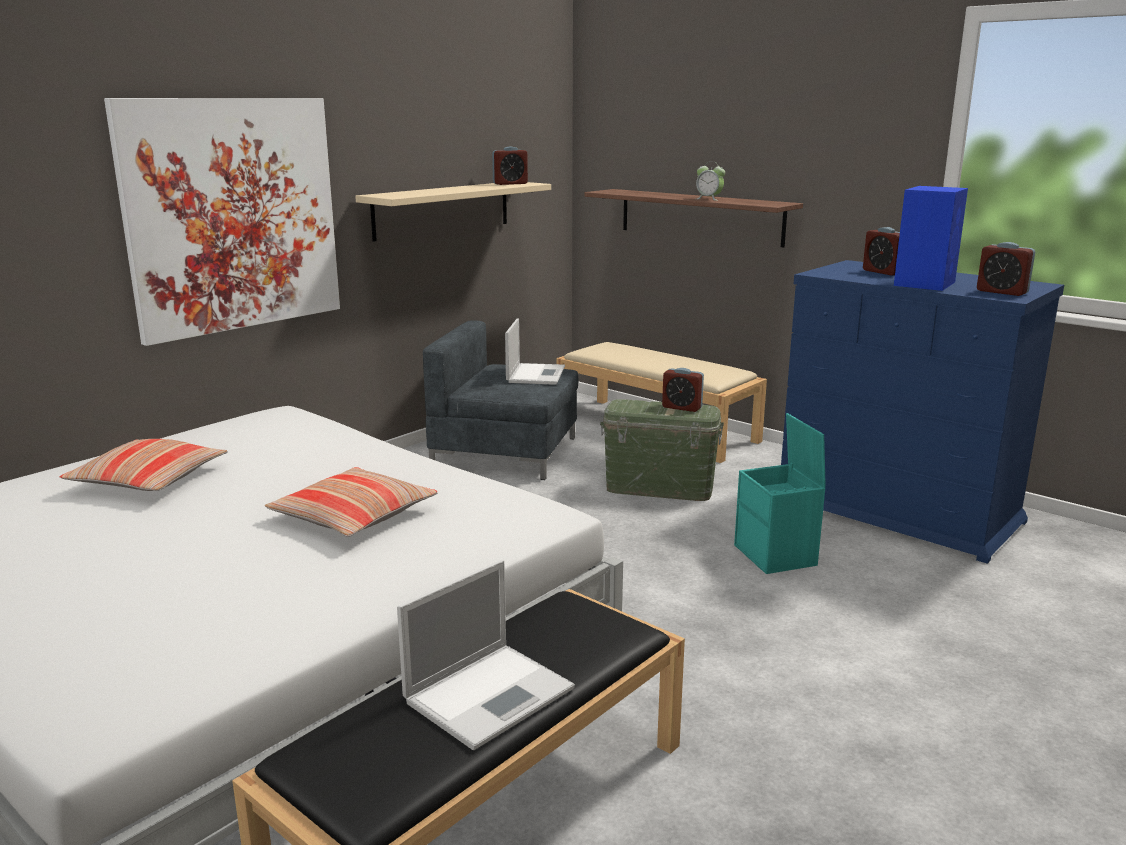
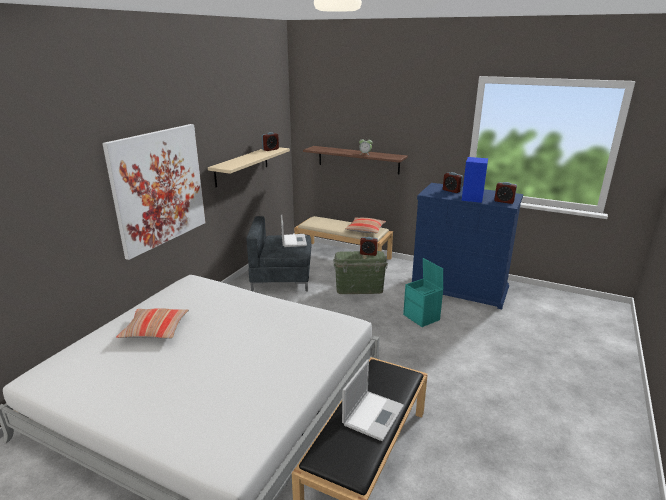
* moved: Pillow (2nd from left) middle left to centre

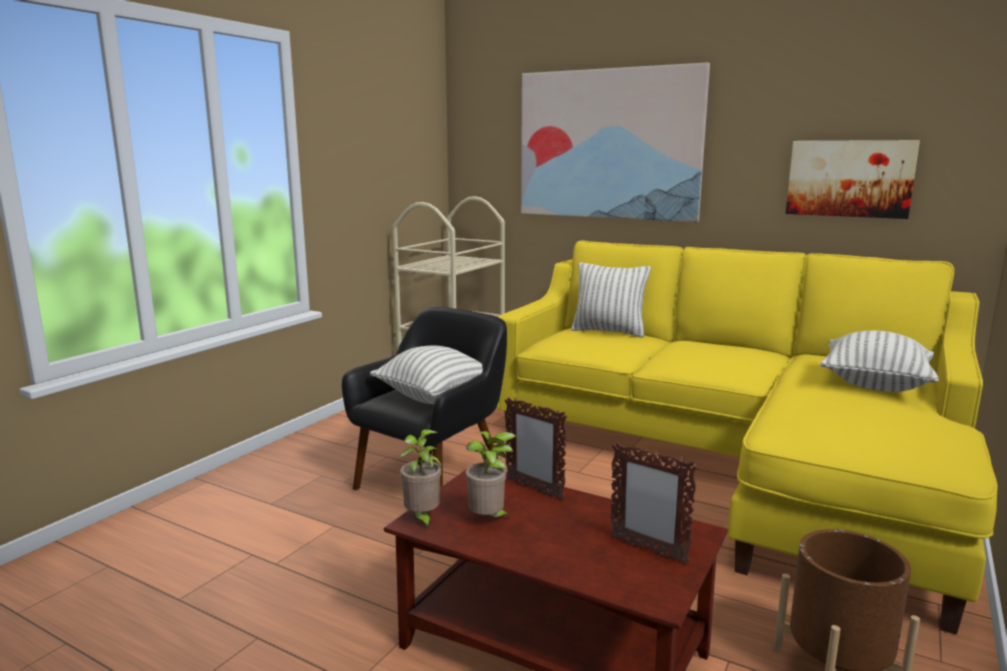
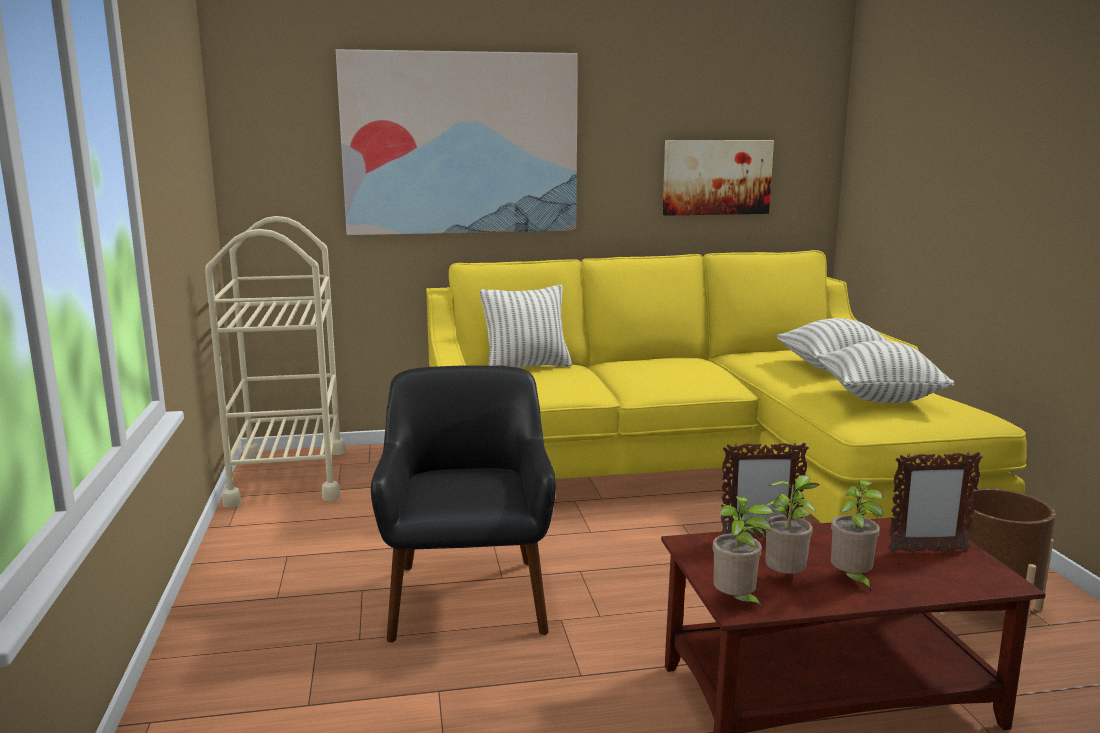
* moved: Pillow (1st from left in the first image) centre to Pillow (3rd from left) middle right
* added: PlantInAPot (3rd from left) bottom right

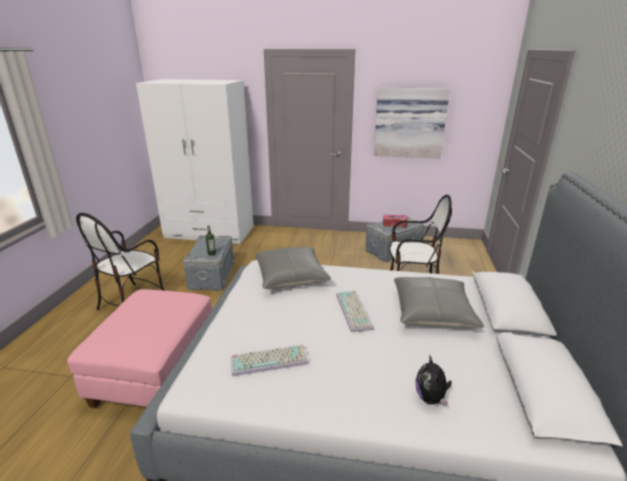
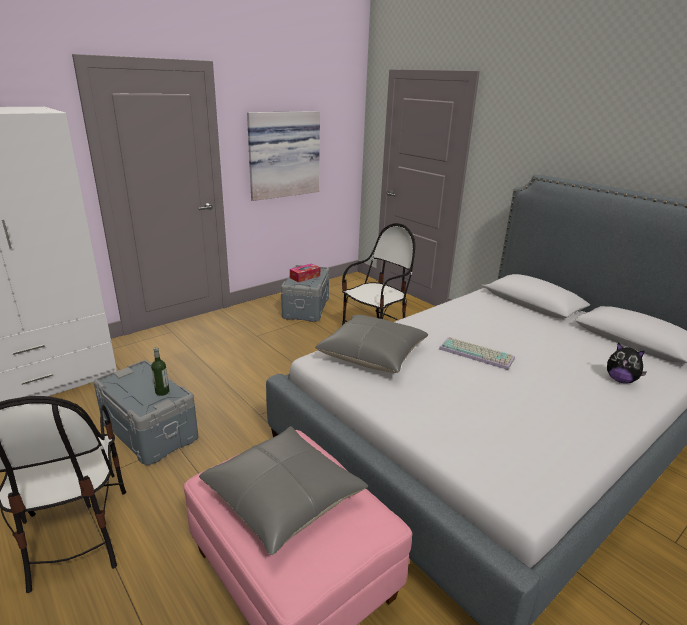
* moved: GreyPillow (2nd from left in the first image) middle right to GreyPillow (1st from left) bottom centre
* removed: ComputerKeyboard (1st from left) bottom centre

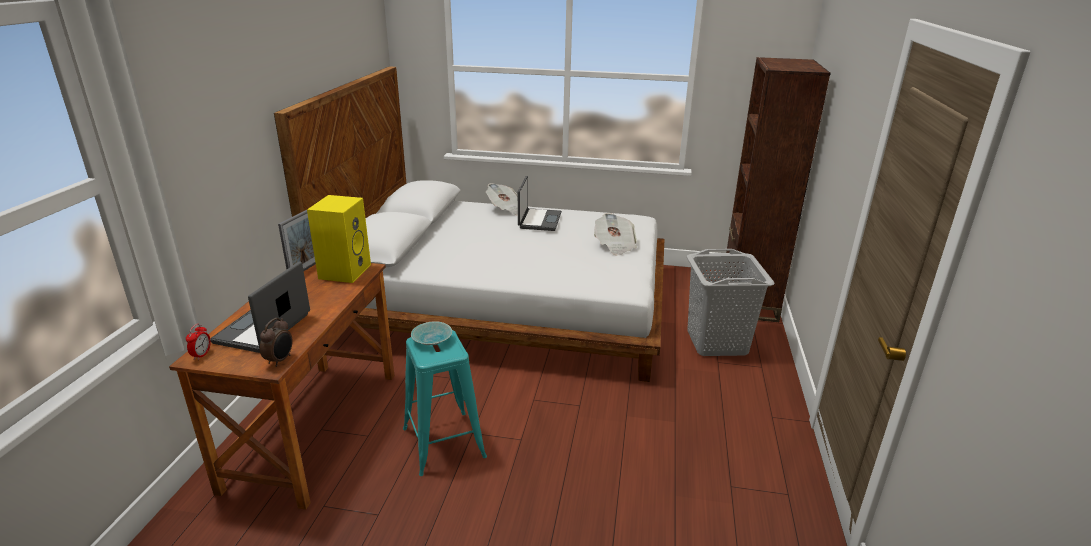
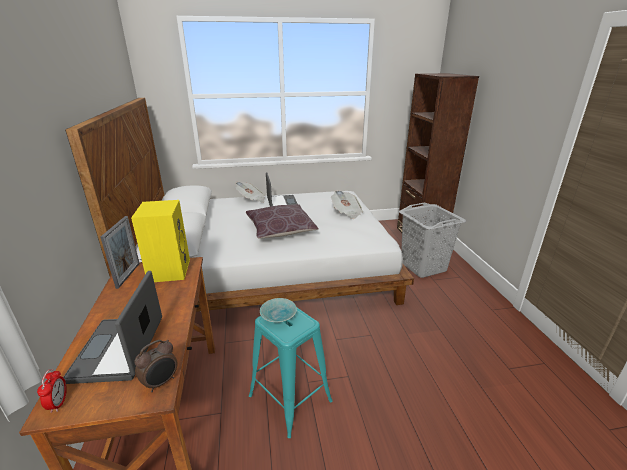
* turned: TableClock (2nd from left) middle left = bottom left 45 degrees clockwise
* added: BrownPillow centre

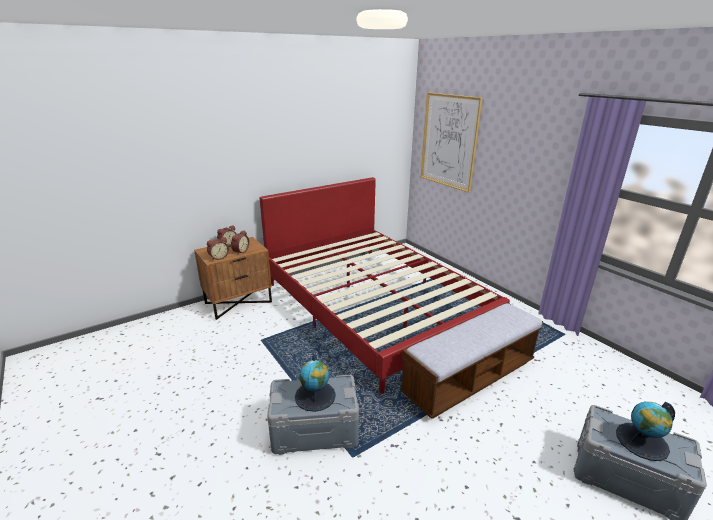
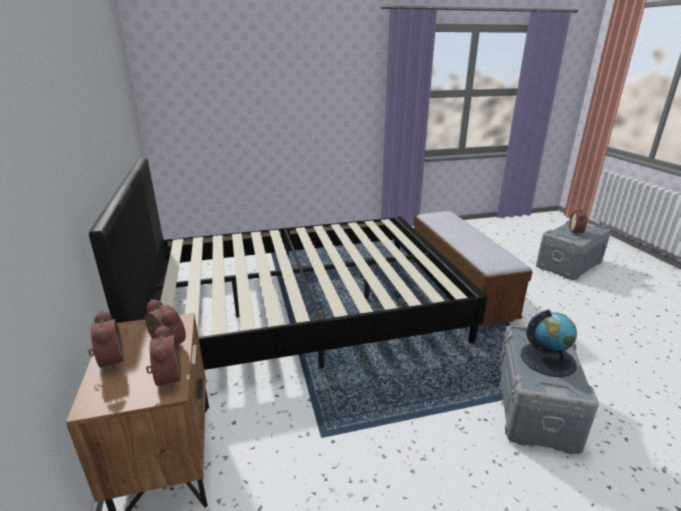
* recoloured: ReddishBedroomBed centre to BlackishBedroomBed centre
* replaced: Globe (2nd from left) bottom right to TableClock (4th from left) middle right
* removed: Picture top centre

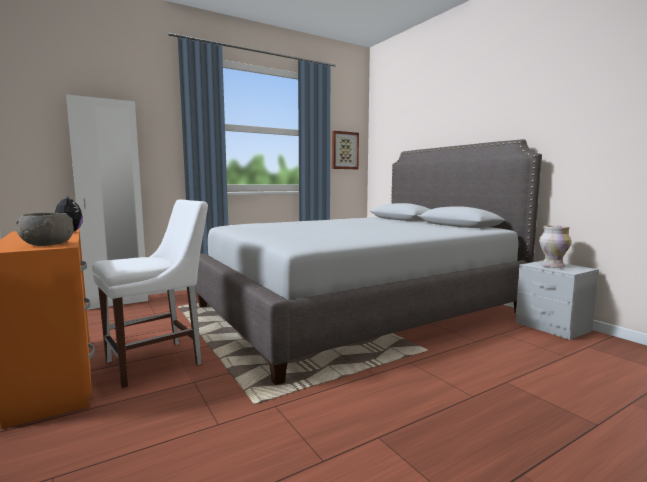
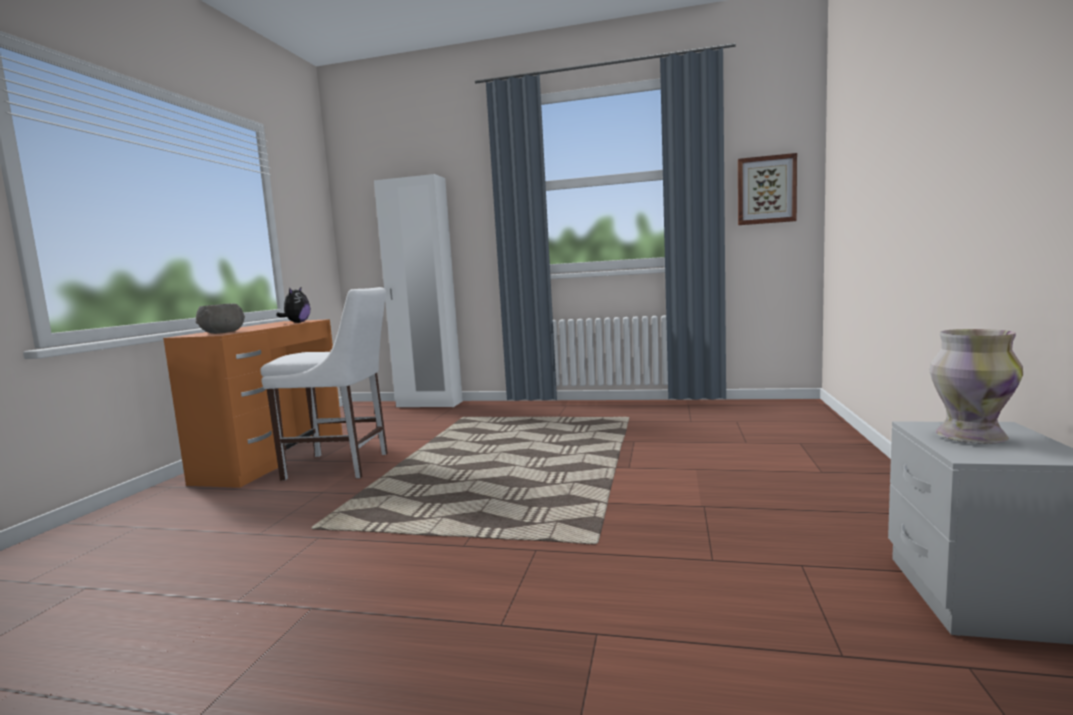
* removed: GreyBedroomBed centre

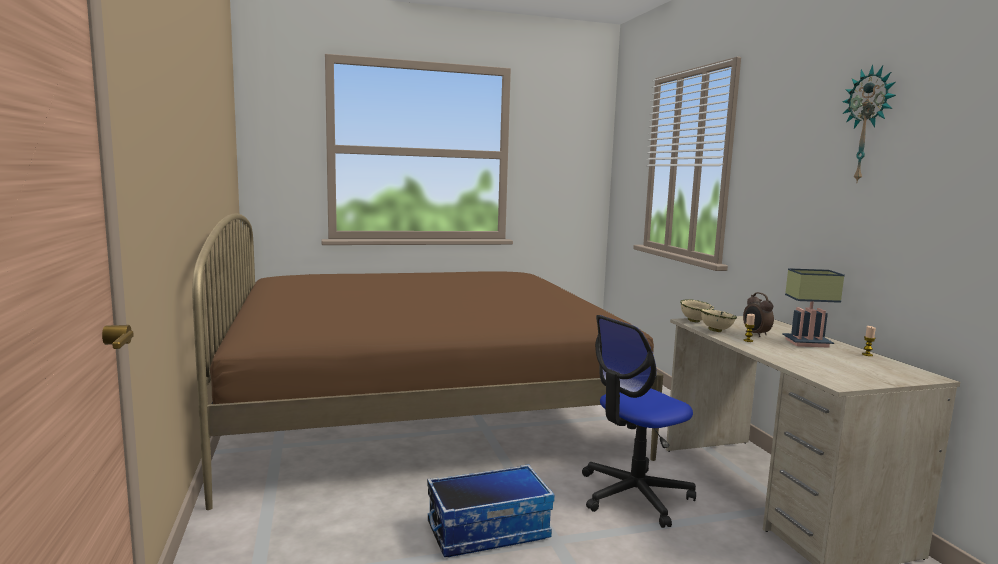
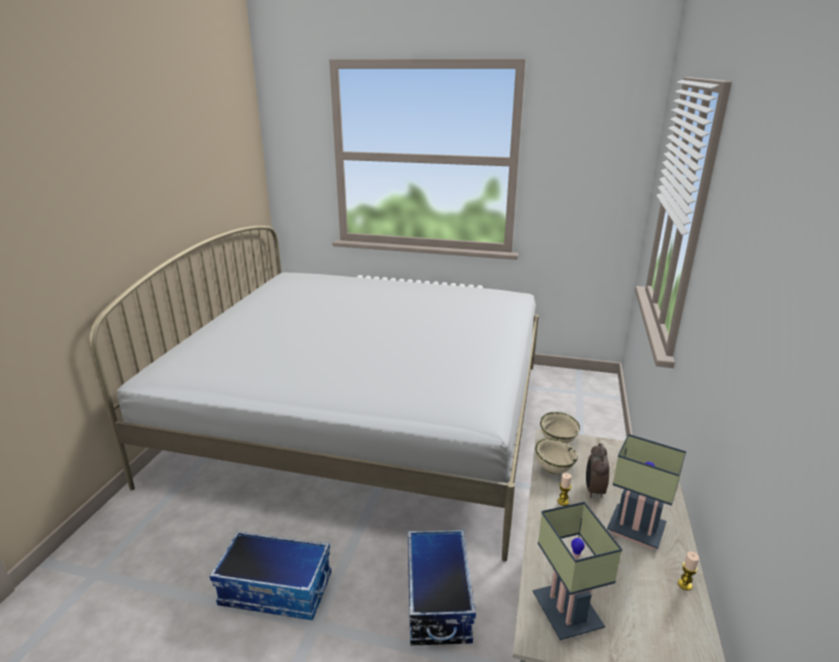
* recoloured: BrownBedroomBed centre to WhiteColouredBedroomBed centre
* replaced: ComputerChair bottom centre to StorageBox (2nd from left) bottom centre
* added: TabletopLamp (1st from left) bottom right
* removed: ClockOnTheWall top right

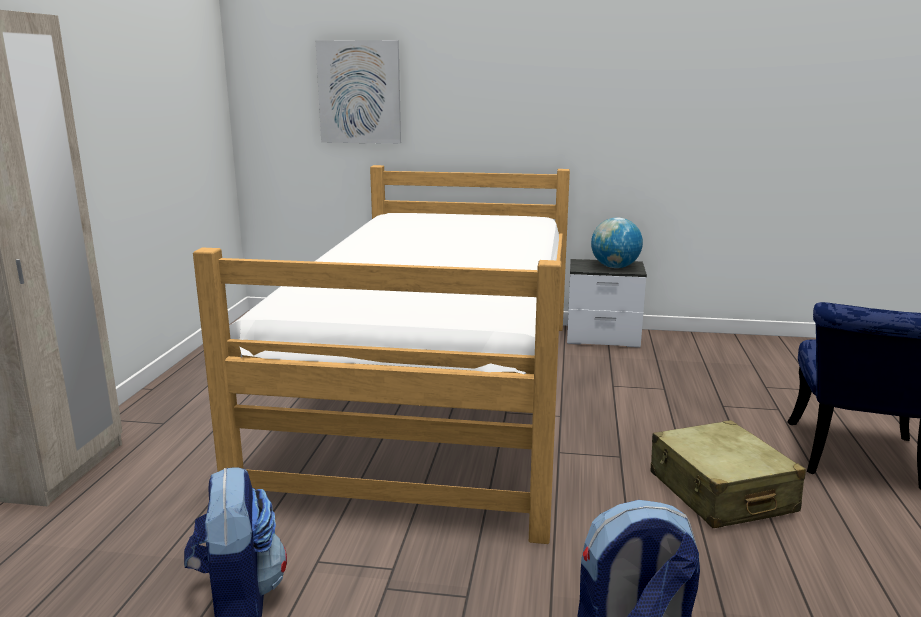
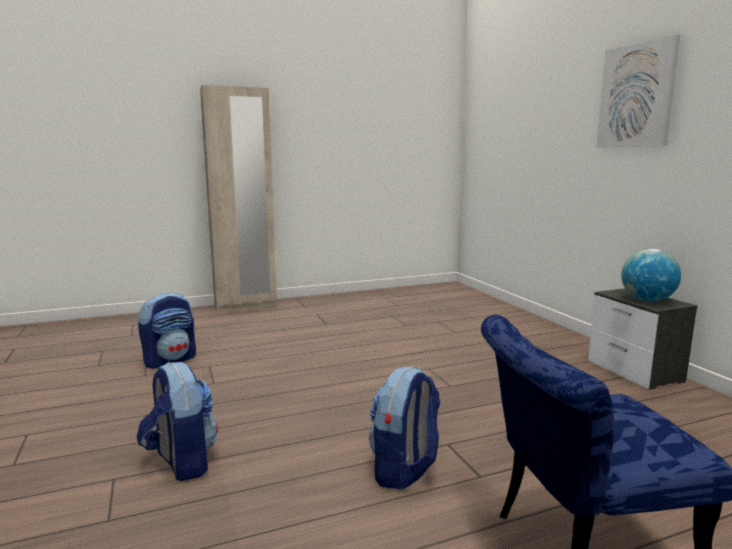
* replaced: SandColouredPieceOfLuggage bottom right to Backpack (3rd from left) bottom centre
* moved: Picture top centre to top right
* removed: BedroomBed centre

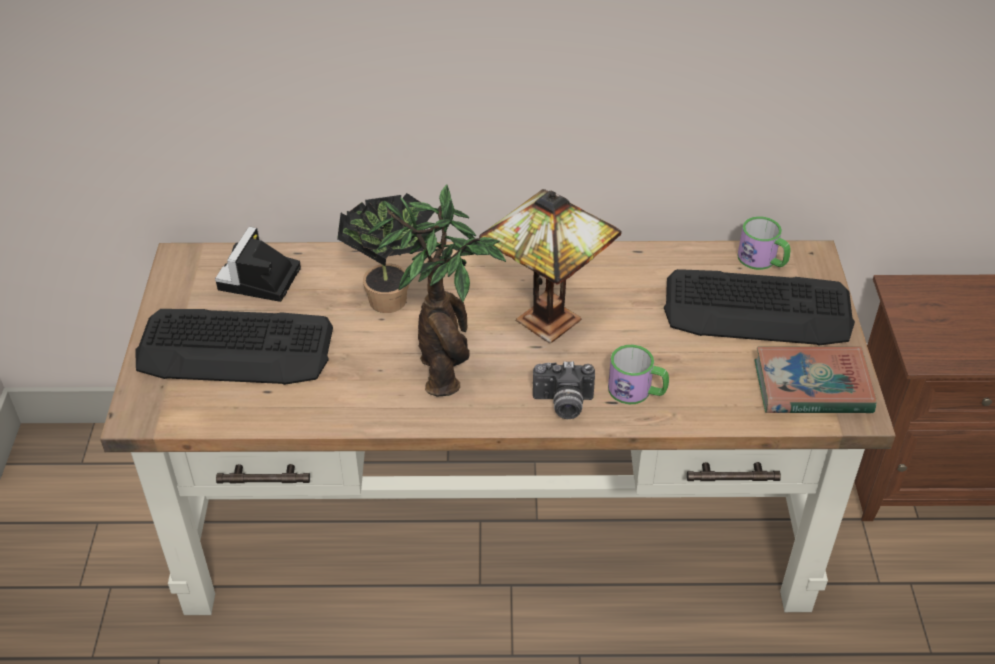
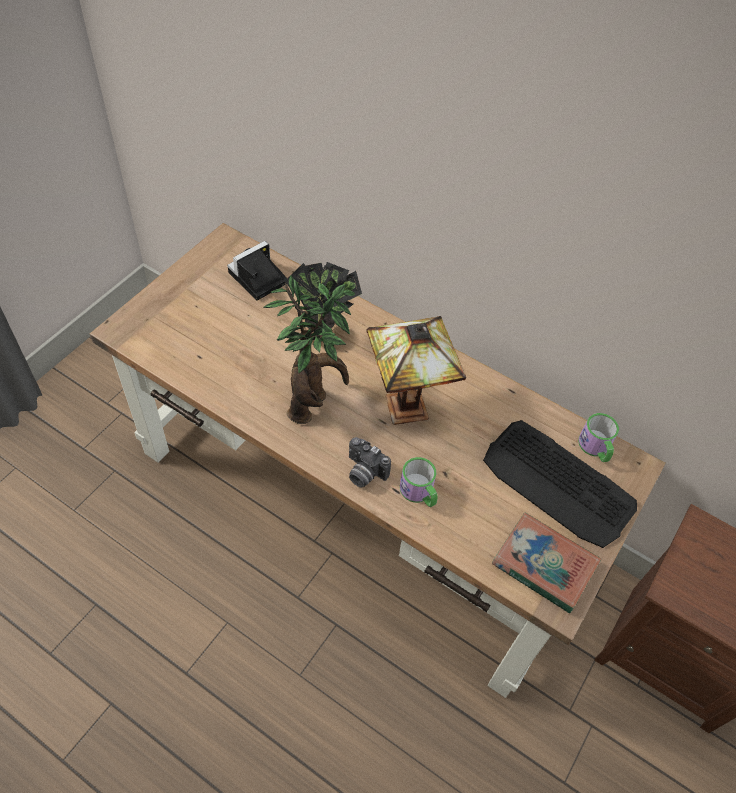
* removed: ComputerKeyboard (1st from left) middle left

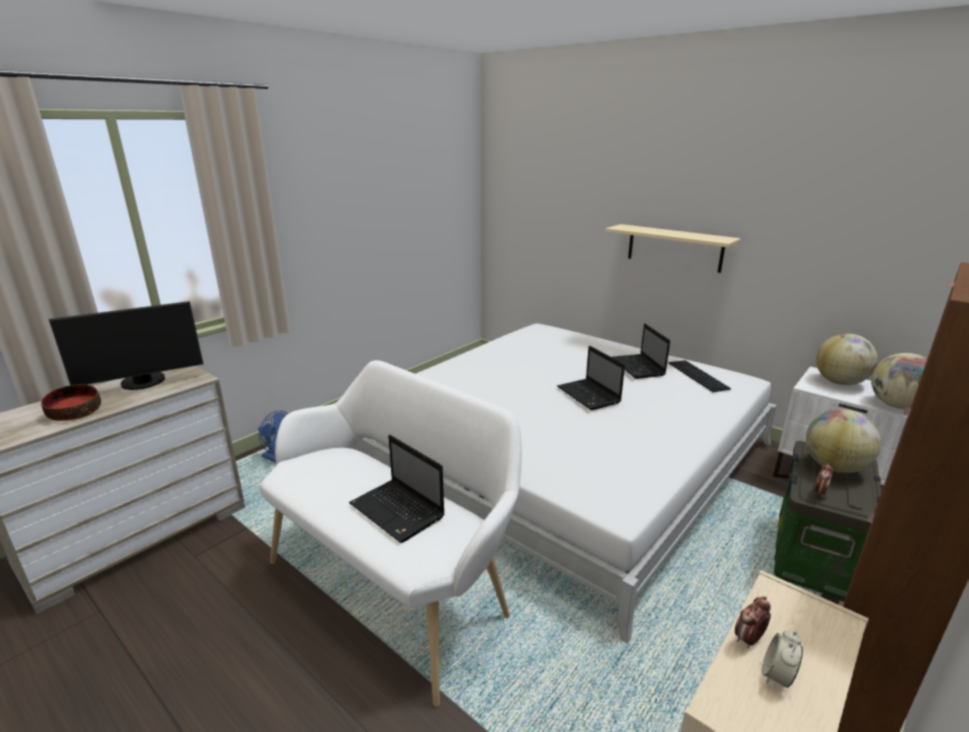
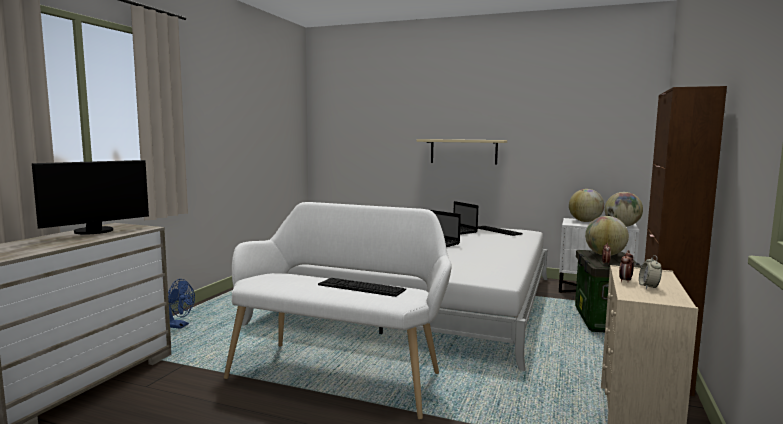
* replaced: PortableComputer (1st from left) bottom centre to ComputerKeyboard (1st from left) bottom centre
* removed: DeepDish middle left

